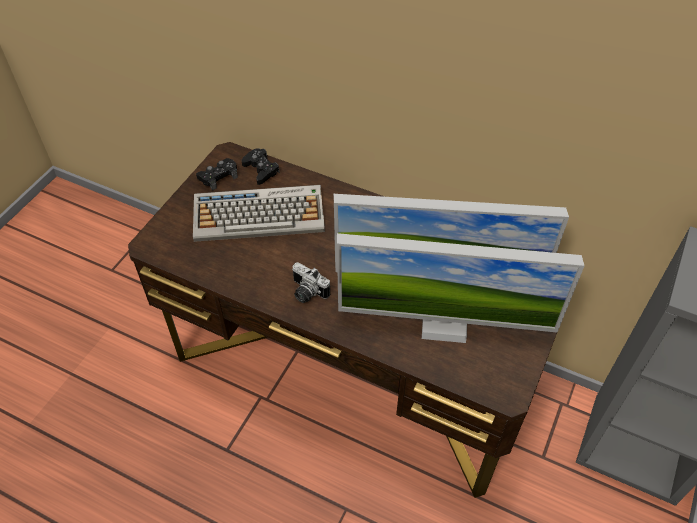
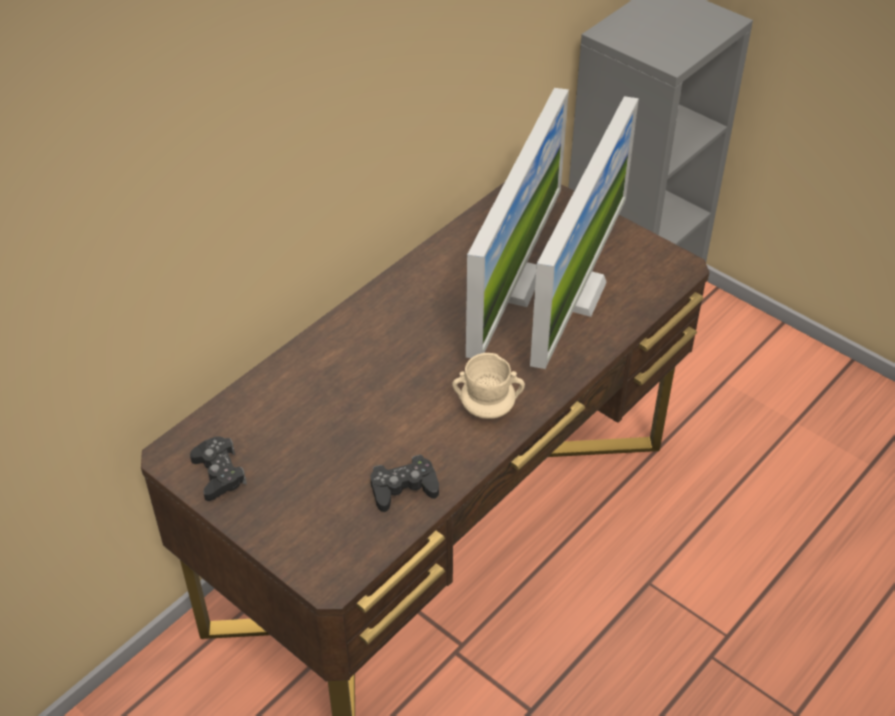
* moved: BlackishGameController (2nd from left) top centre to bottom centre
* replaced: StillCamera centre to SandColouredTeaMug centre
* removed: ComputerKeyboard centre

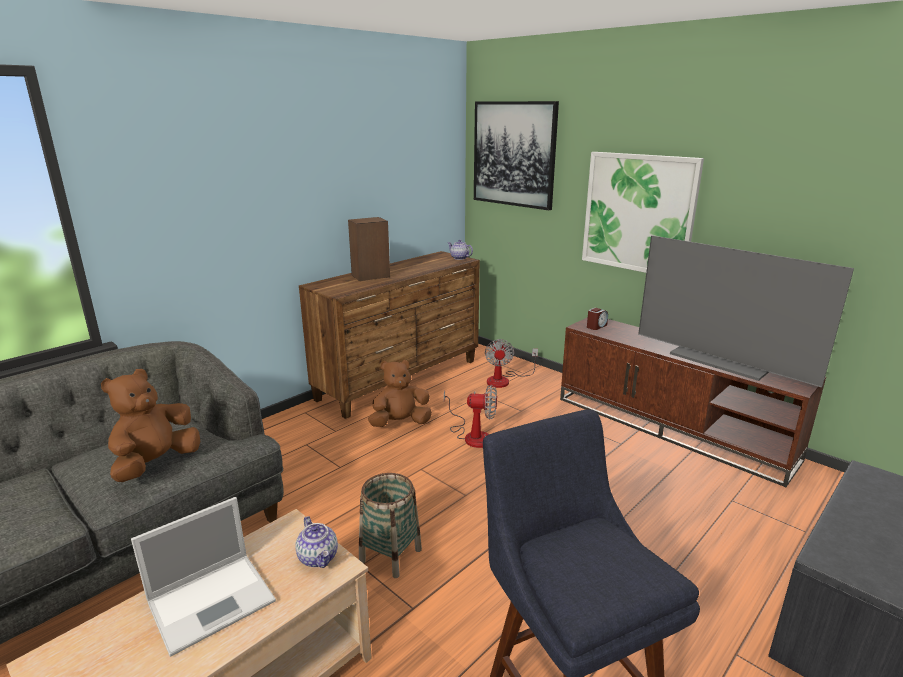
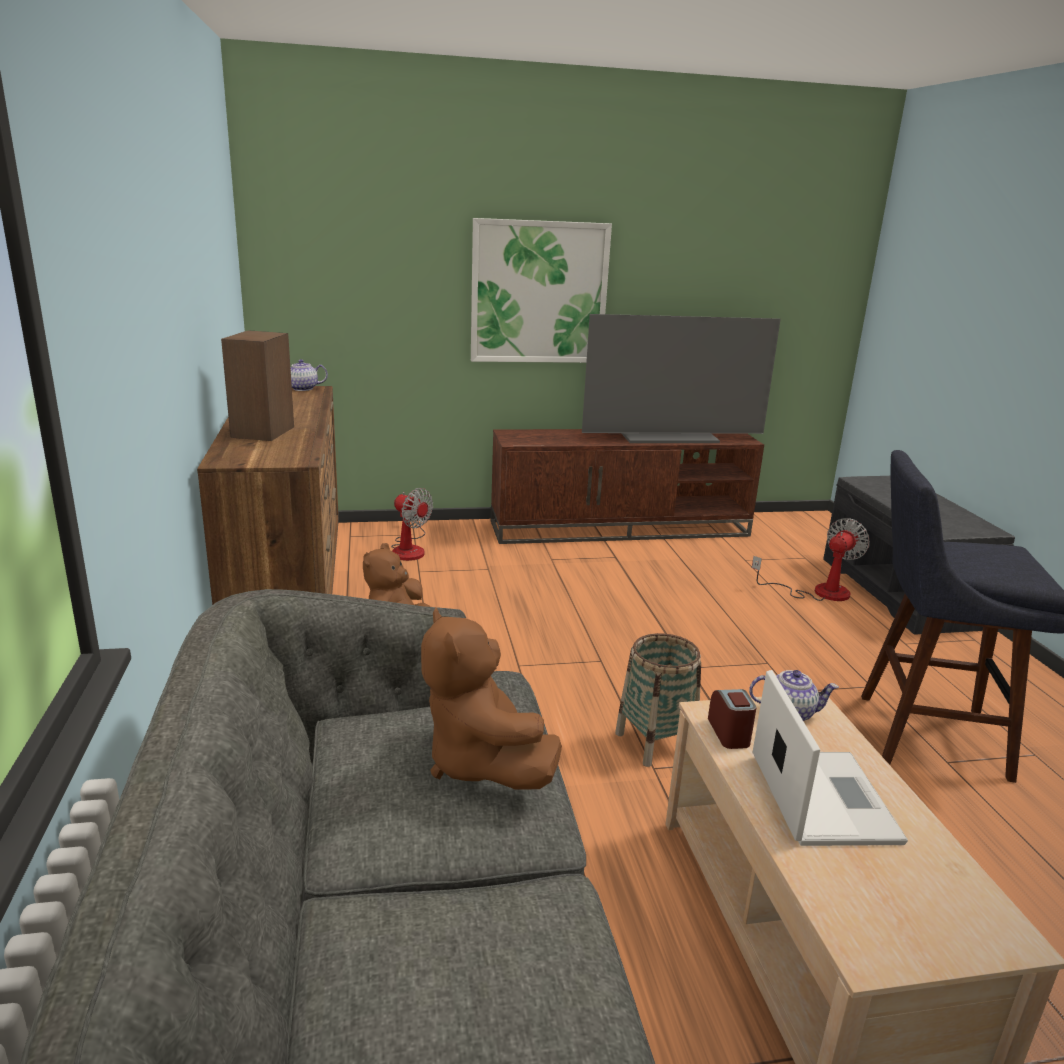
* moved: TableClock centre to bottom right
* moved: ElectricFan (1st from left in the first image) centre to ElectricFan (2nd from left) middle right
* removed: Picture (1st from left) top centre

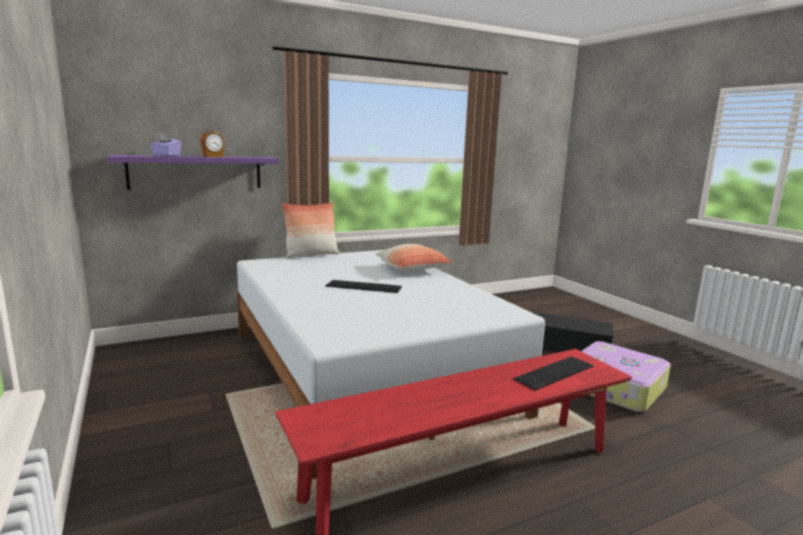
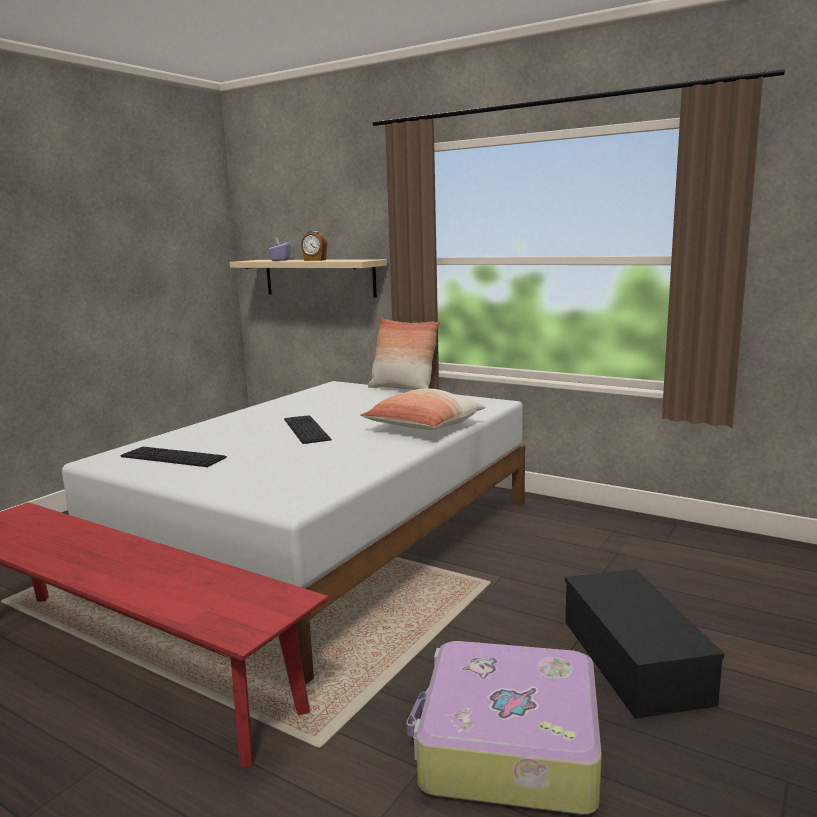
* moved: ComputerKeyboard (2nd from left in the first image) bottom right to ComputerKeyboard (1st from left) middle left
* recoloured: PurplishWallShelf top left to SandColouredWallShelf centre

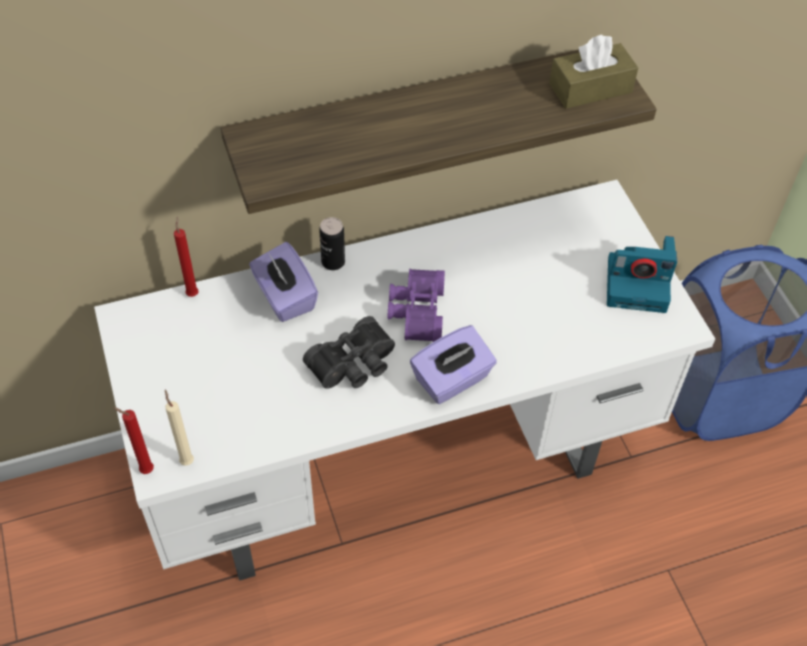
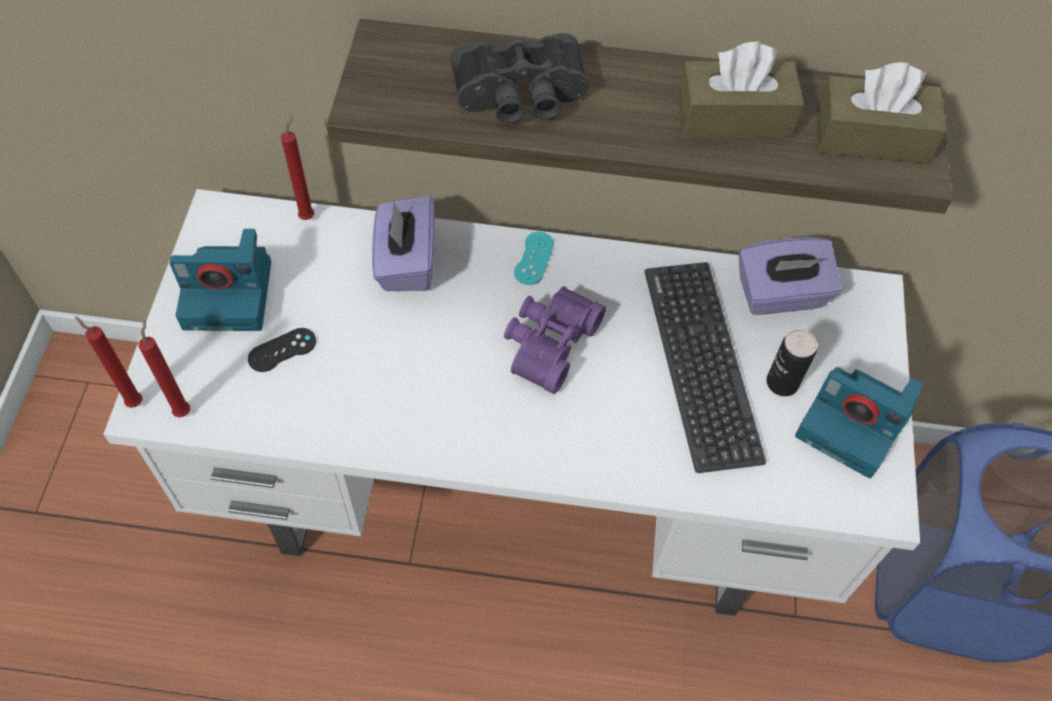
* recoloured: SandColouredWaxCandle middle left to ReddishWaxCandle (2nd from left) middle left
* added: StillCamera (1st from left) middle left
* added: BlackishGameController middle left
* moved: BlackishPairOfBinoculars centre to top centre
* added: TurquoiseColouredGameController centre
* added: ComputerKeyboard middle right
* added: BrownTissueHolder (1st from left) top right
* moved: PurplishTissueHolder (2nd from left) centre to middle right
* moved: Can centre to middle right

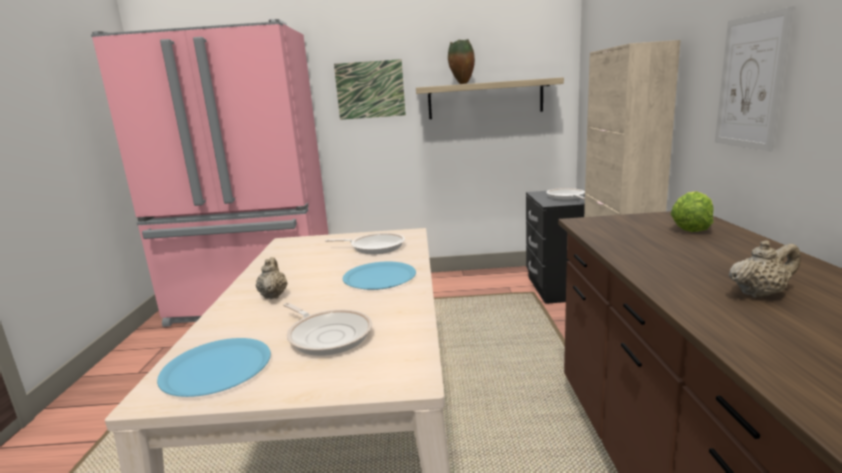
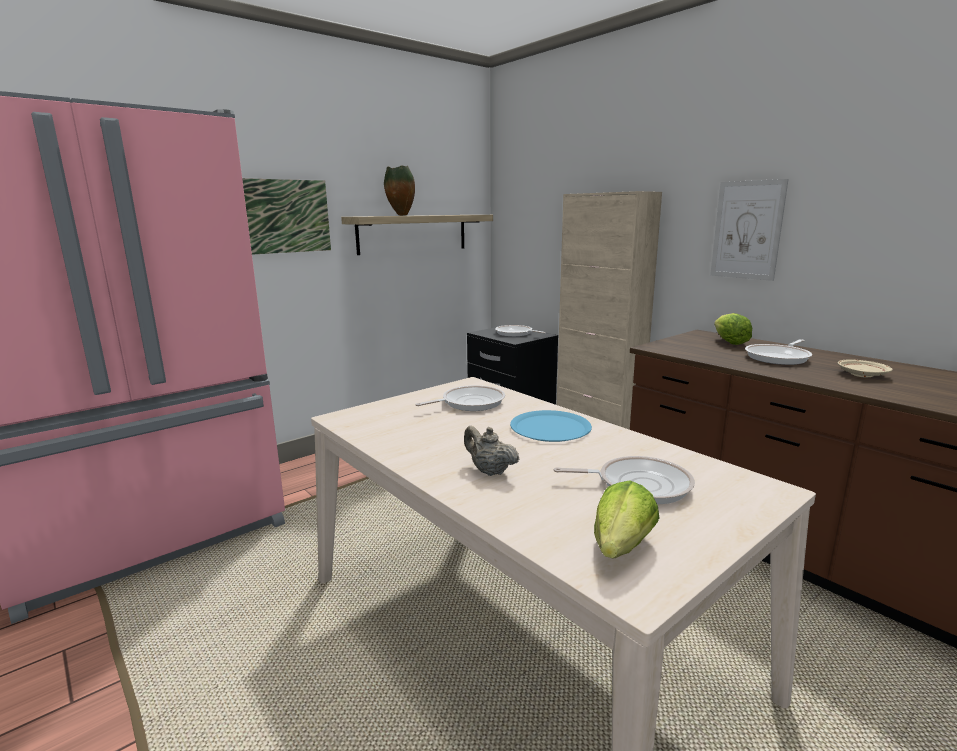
* replaced: BluePlate (1st from left) bottom left to Lettuce (1st from left) bottom centre
* added: Pan (4th from left) middle right
* replaced: SandColouredTeaPot (2nd from left) middle right to SandColouredPlate middle right

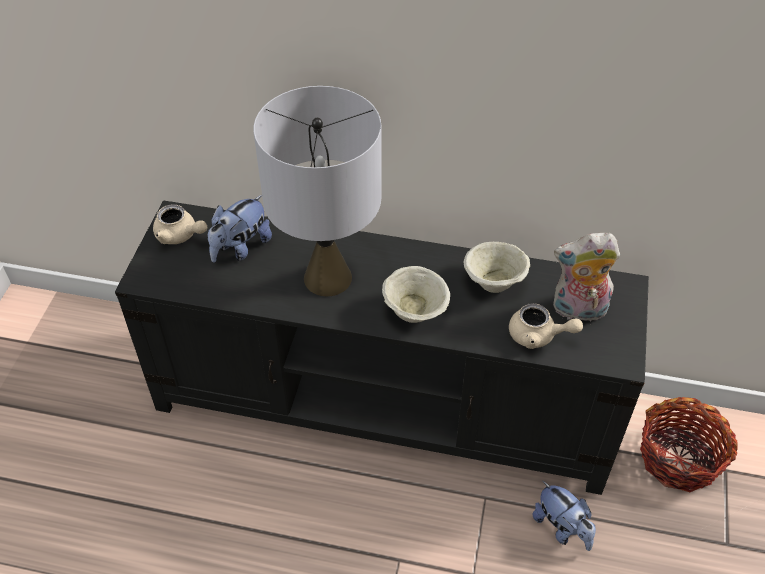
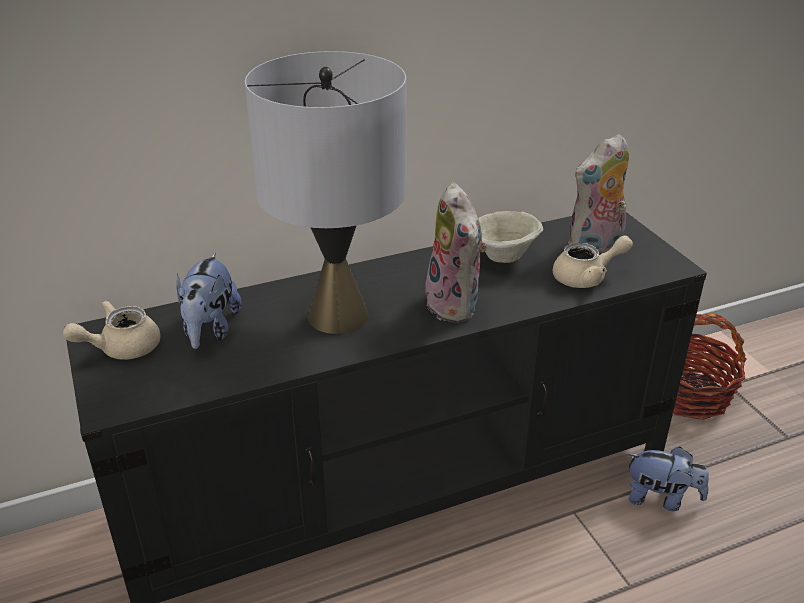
* turned: SandColouredTeaPot (1st from left) middle left = middle left 150 degrees clockwise
* replaced: SandColouredDeepDish (1st from left) centre to SoftToy (2nd from left) centre

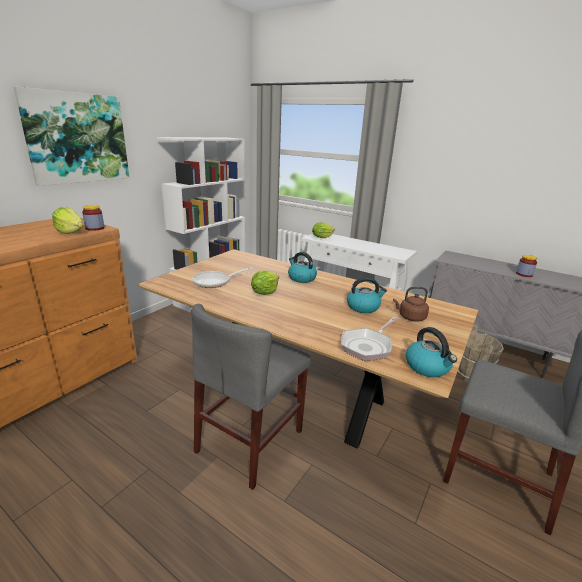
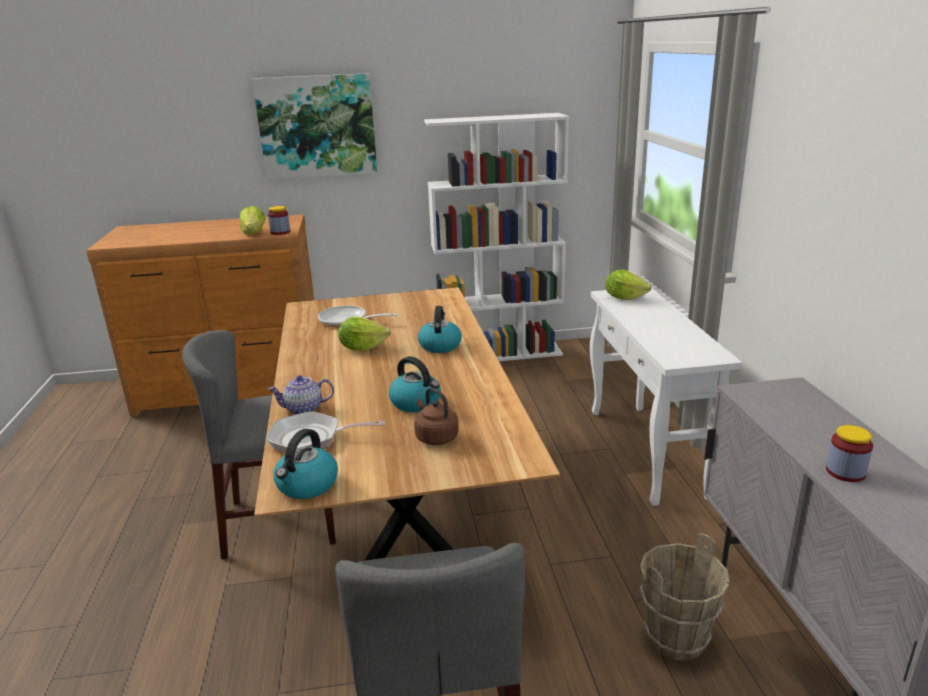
* added: TeaPot middle left

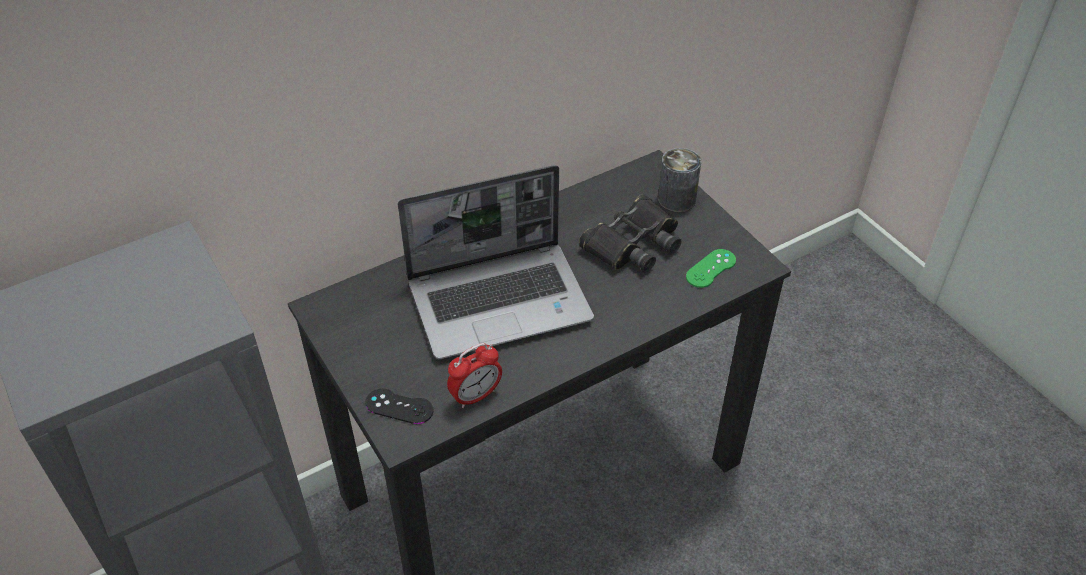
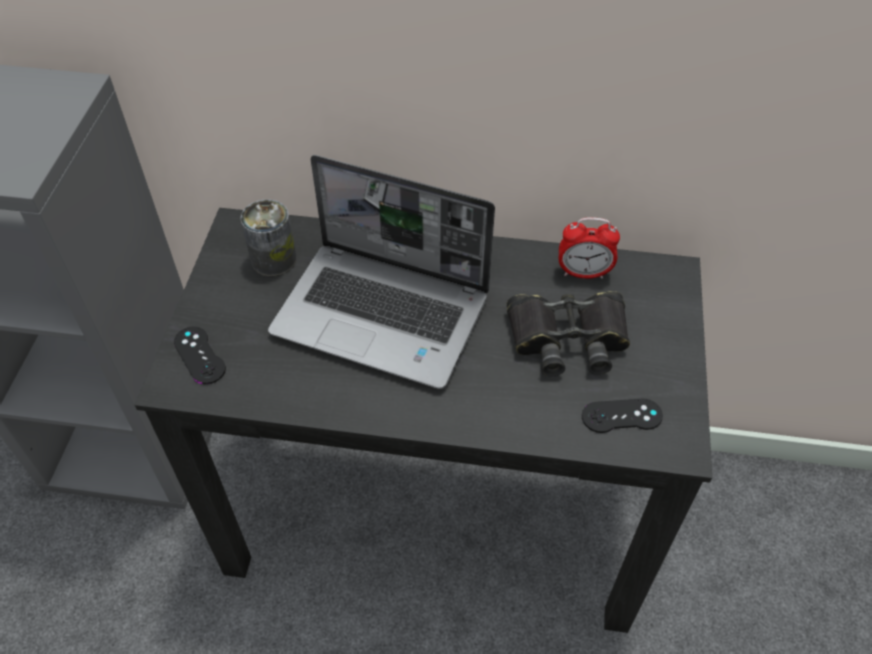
* moved: Can top centre to middle left
* moved: TableClock centre to middle right
* recoloured: GreenishGameController centre to BlackishGameController (2nd from left) middle right

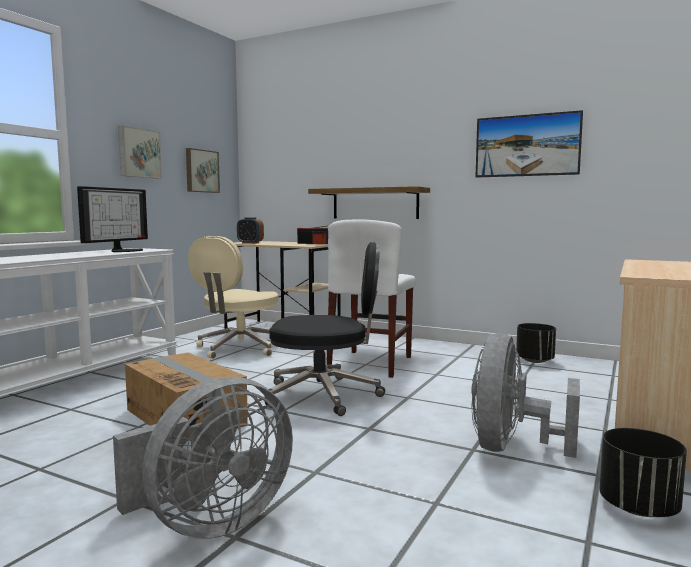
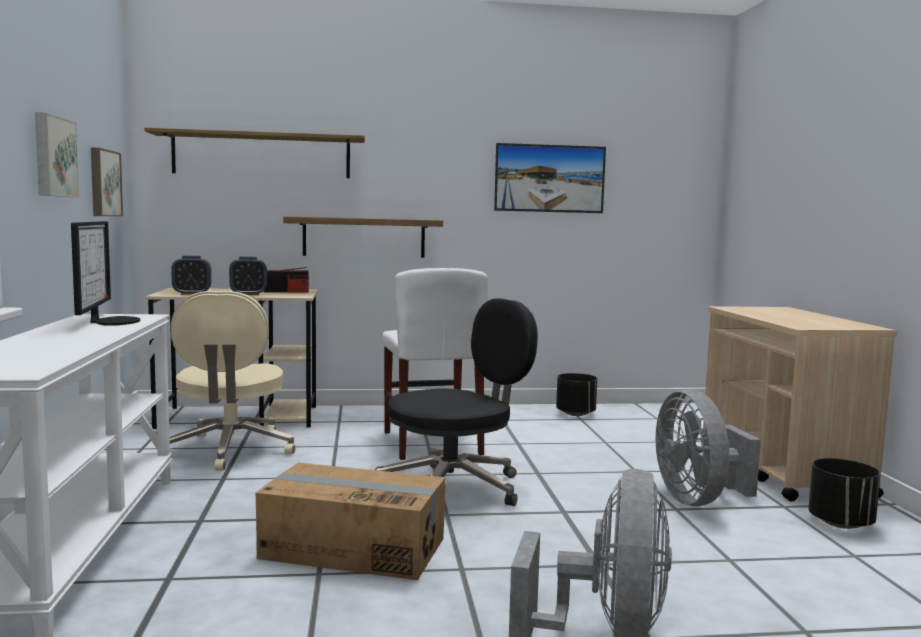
* added: WallShelf (1st from left) top left
* added: TableClock (2nd from left) middle left

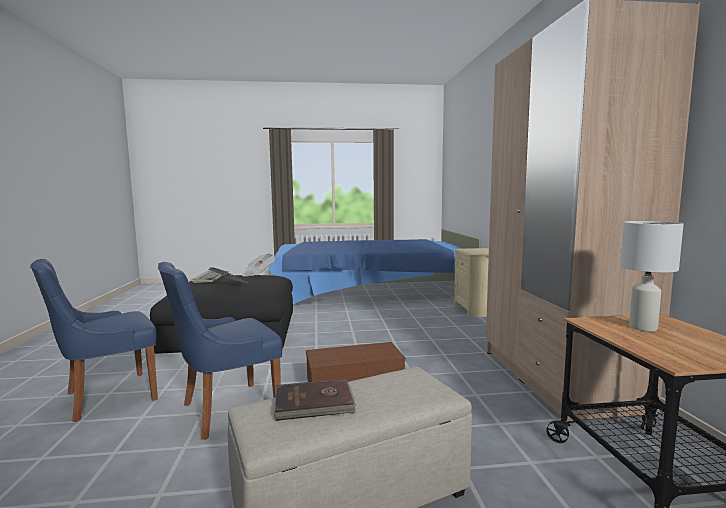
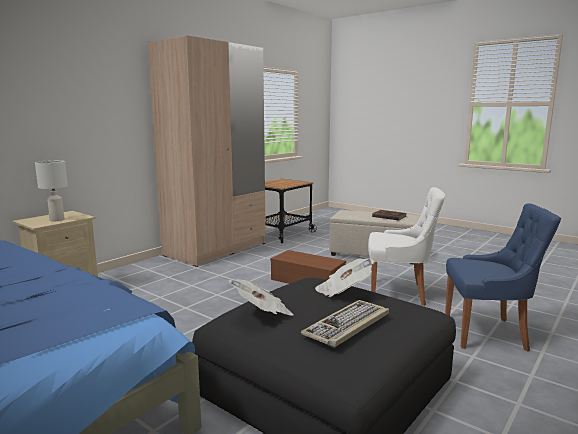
* moved: WhiteColouredTabletopLamp middle right to middle left
* recoloured: BlueChair (2nd from left) bottom left to WhiteColouredChair middle right

